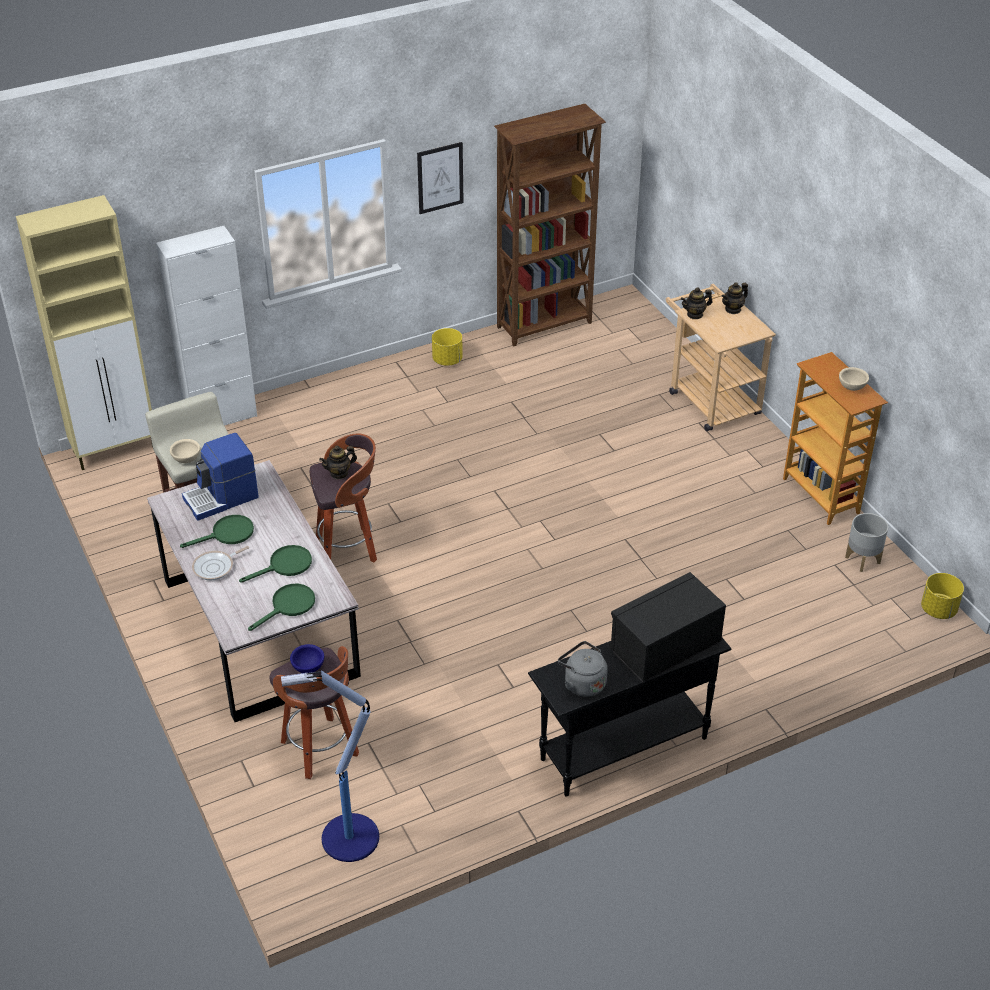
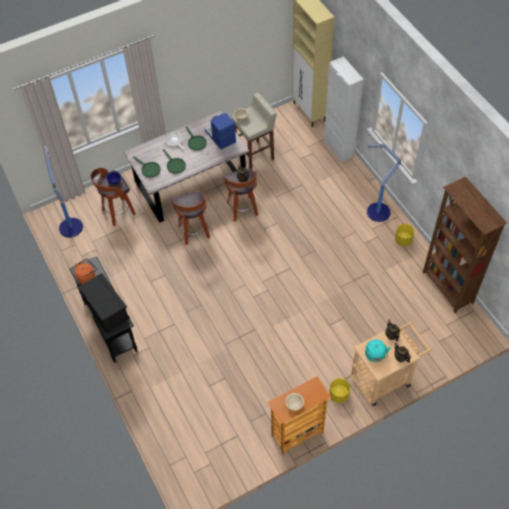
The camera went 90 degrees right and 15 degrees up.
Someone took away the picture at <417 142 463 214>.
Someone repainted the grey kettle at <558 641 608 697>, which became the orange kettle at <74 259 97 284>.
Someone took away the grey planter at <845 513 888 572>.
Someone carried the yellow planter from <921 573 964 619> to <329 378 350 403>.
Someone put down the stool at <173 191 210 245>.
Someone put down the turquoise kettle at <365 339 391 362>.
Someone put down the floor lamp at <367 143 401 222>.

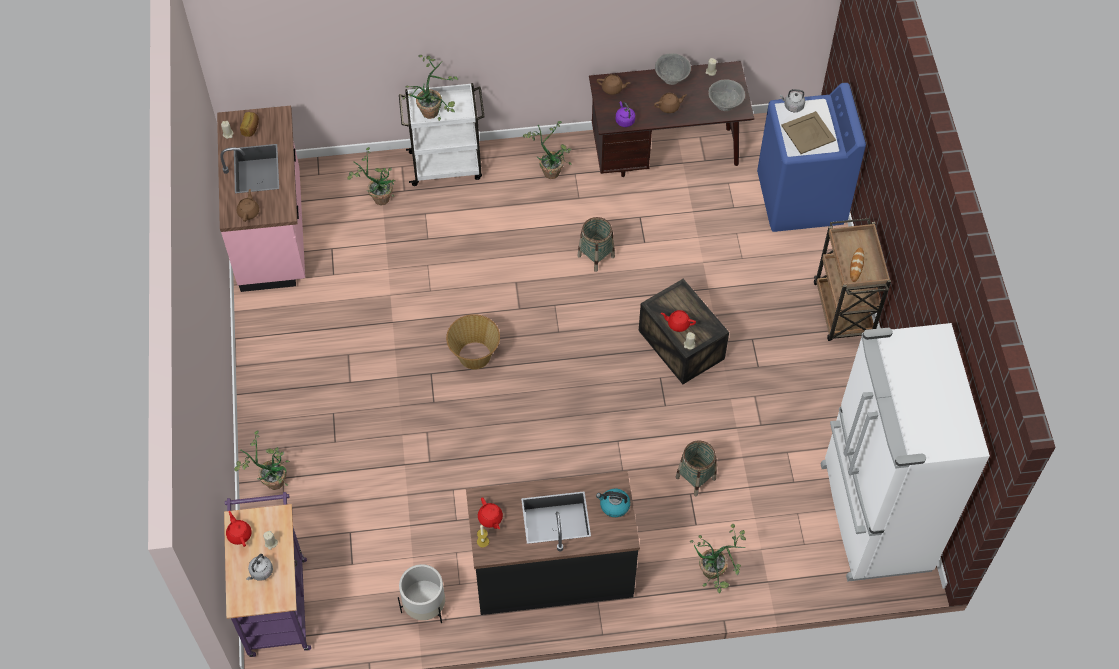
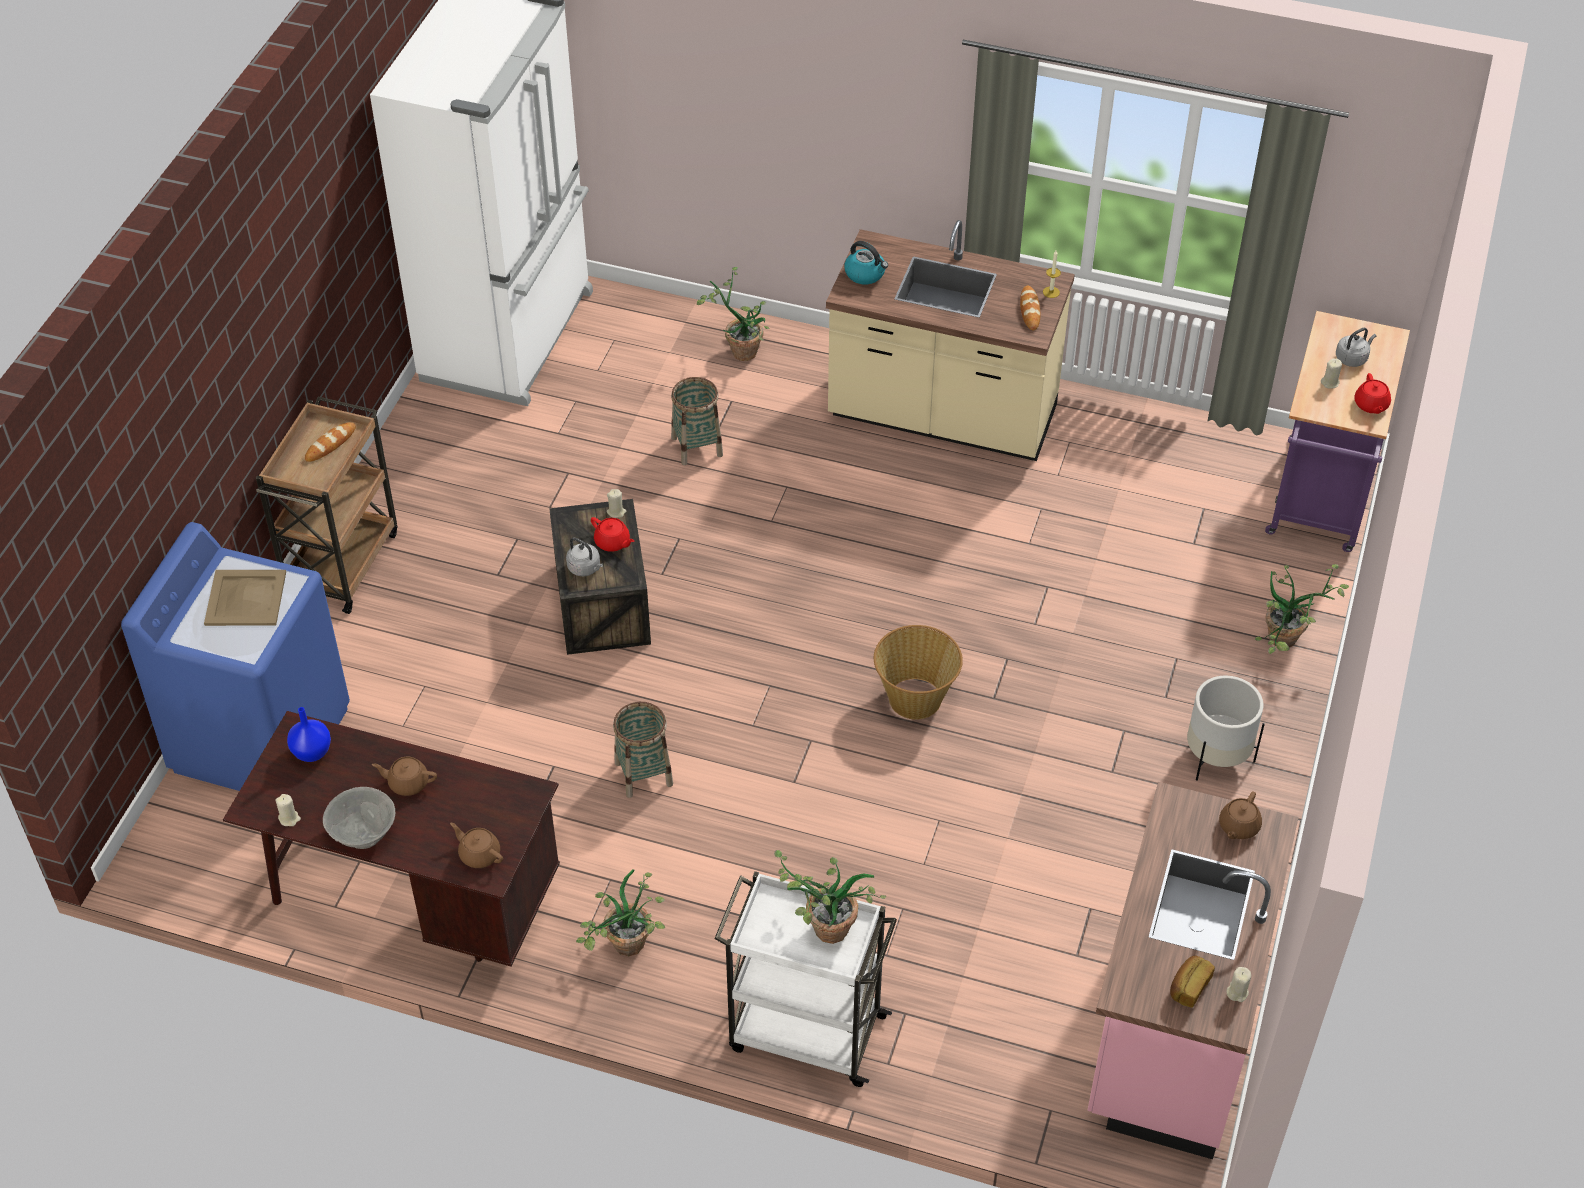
The camera went 155 degrees left and 10 degrees down.
Someone took away the potted plant at <347 147 395 205>.
Someone carried the white planter from <398 564 445 623> to <1187 676 1265 781>.
Someone repainted the black counter at <466 471 640 615>, which became the beige counter at <826 220 1075 461>.
Someone swapped the red teapot at <478 498 503 529> for the bread at <1020 286 1040 331>.
Someone took away the purple kettle at <616 101 635 127>.
Someone swapped the grey bowl at <709 79 745 111> for the blue vase at <287 707 331 762>.
Someone carried the grey kettle from <780 89 805 112> to <566 537 603 576>.

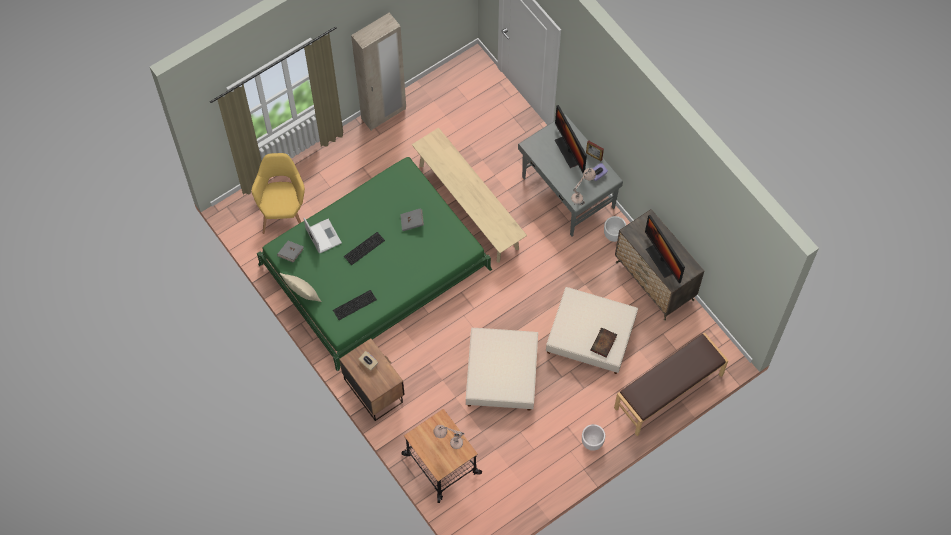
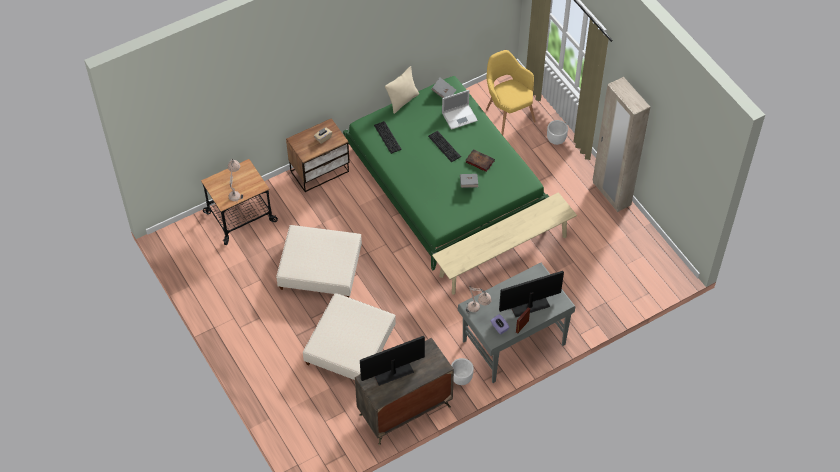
The camera went 95 degrees right and 10 degrees down.
Someone rotated the yellow armchair at <251 153 305 234> by 120 degrees counterclockwise.
Someone carried the white planter from <582 424 605 451> to <547 120 568 145>.
Someone carried the book from <590 328 617 357> to <466 149 495 172>.
Someone took away the brown bench at <614 333 729 436>.

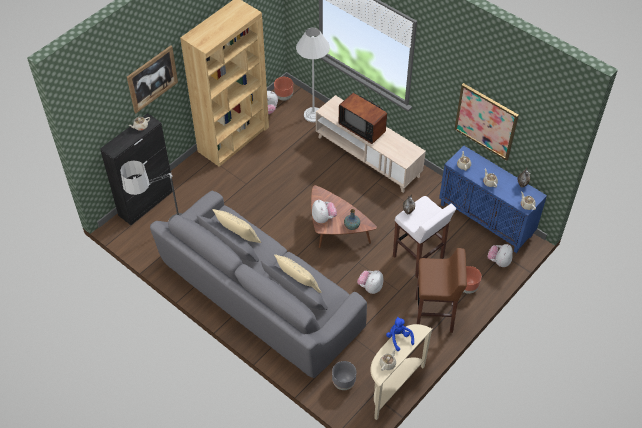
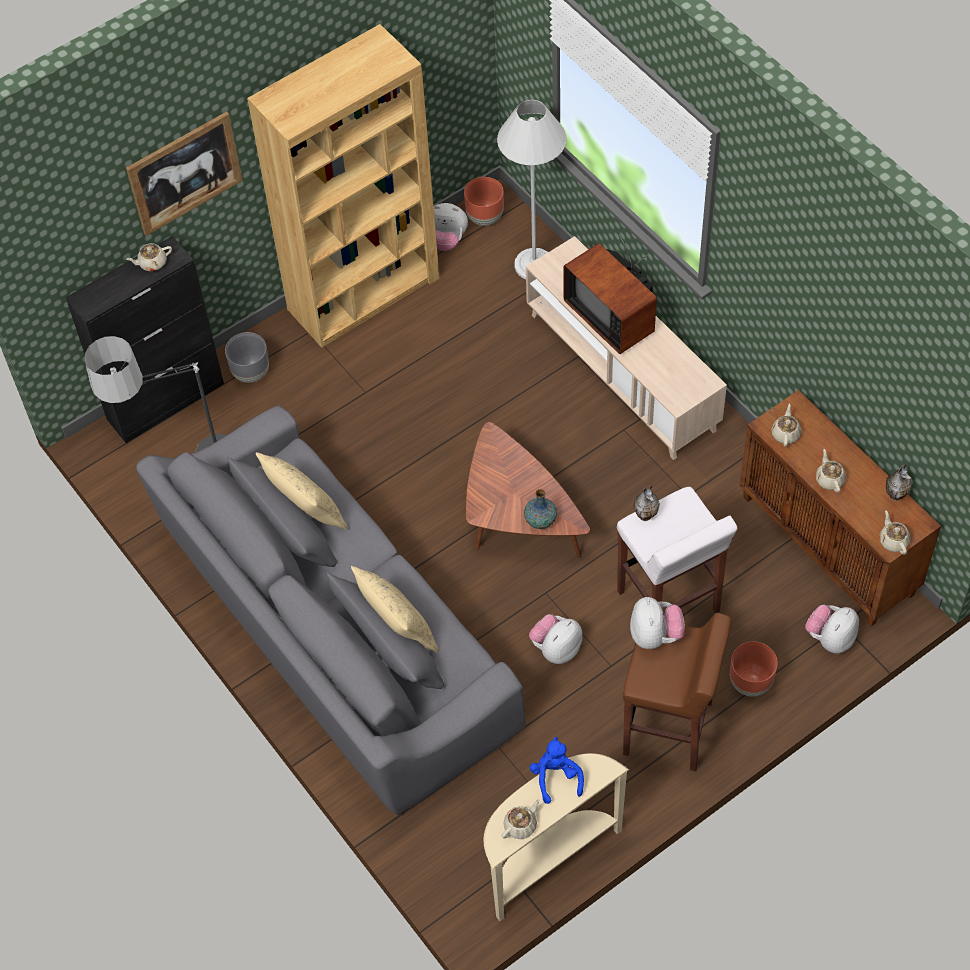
The camera went 15 degrees right and 5 degrees up.
Someone carried the plush toy from <312 199 337 223> to <630 597 685 649>.
Someone carried the grey planter from <332 361 356 390> to <225 332 269 383>.
Someone repainted the blue cabinet at <439 146 547 253>, which became the brown cabinet at <739 390 941 627>.
Someone took away the picture at <454 83 519 161>.

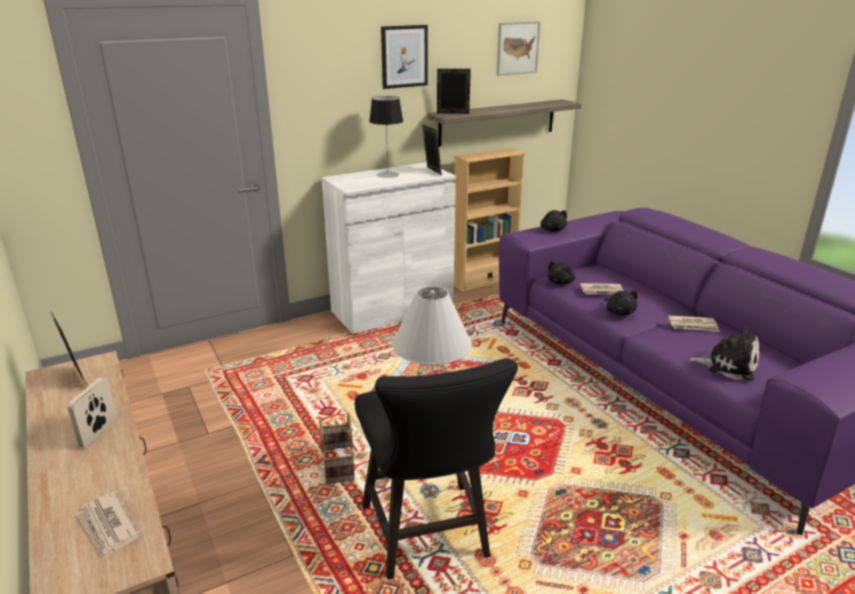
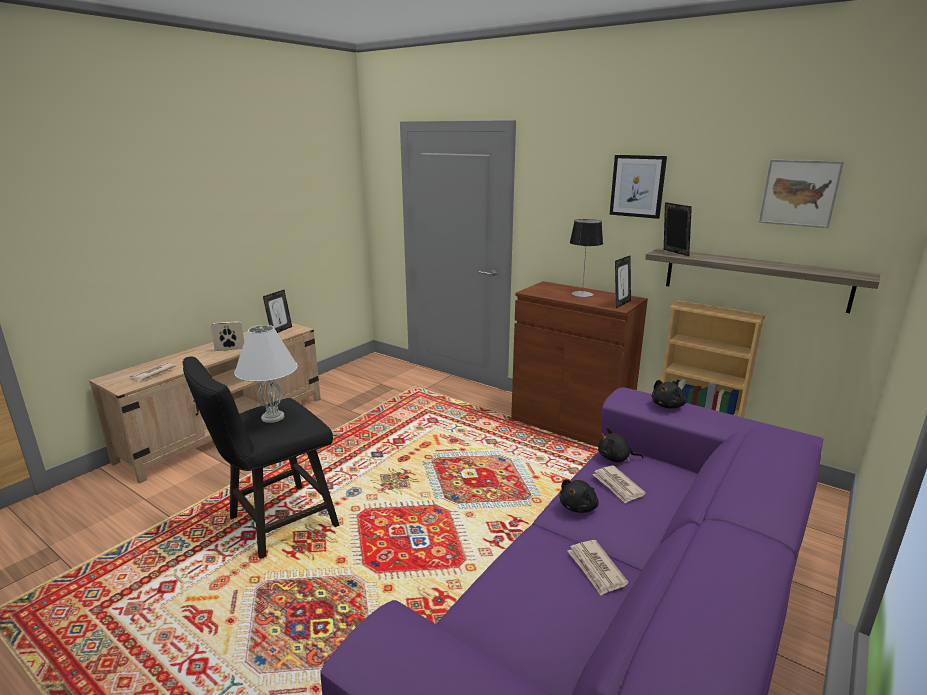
The camera went 65 degrees right and 5 degrees down.
Someone took away the basket at <319 413 355 484>.
Someone repainted the white cabinet at <322 162 456 334>, which became the brown cabinet at <511 281 648 447>.
Someone took away the plush toy at <689 326 759 380>.

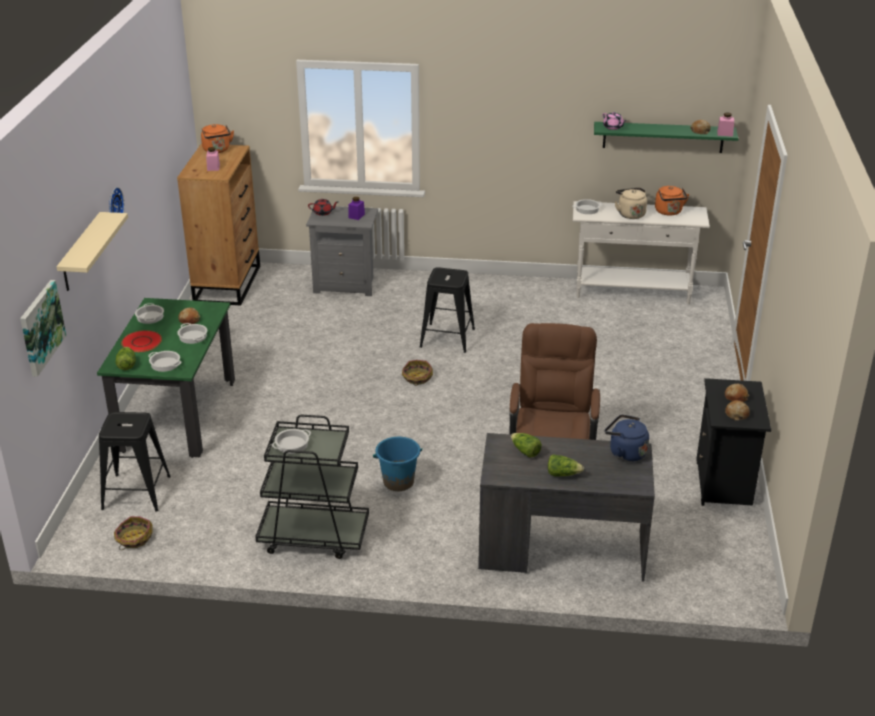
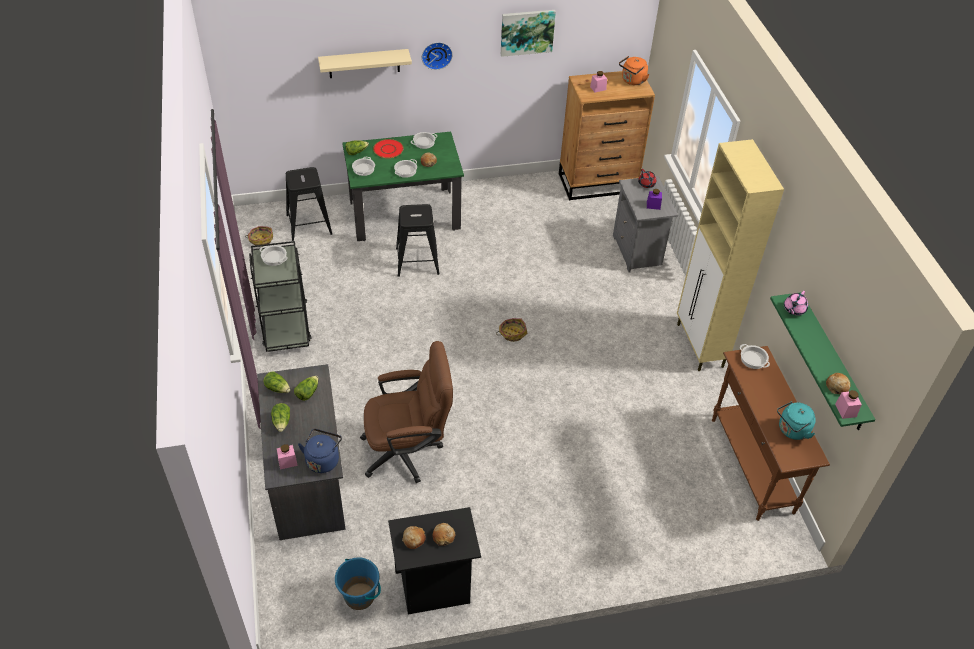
The camera went 70 degrees right and 15 degrees up.
Someone carried the picture from <20 280 66 377> to <501 10 556 57>.
Someone carried the blue bucket from <373 437 423 491> to <335 558 381 610>.
Someone carried the black stool from <420 267 475 353> to <396 204 440 277>.
Someone repainted the white console table at <573 201 710 304>, which became the brown console table at <712 346 830 521>.
Someone took away the beige kettle at <615 188 647 219>.
Someone repainted the orange kettle at <655 186 689 216>, which became the turquoise kettle at <777 401 816 440>.
Someone put down the lettuce at <263 372 290 393>.
Someone put down the pink jar at <277 444 298 470>.
Someone put down the beige cabinet at <677 139 784 371>.

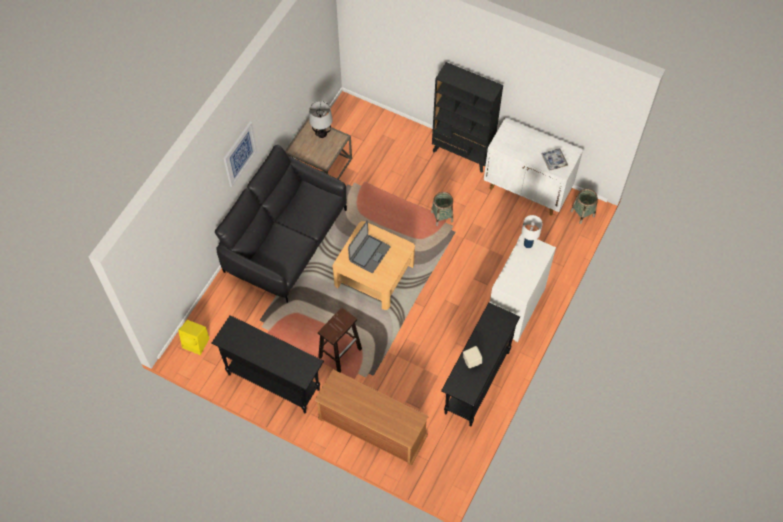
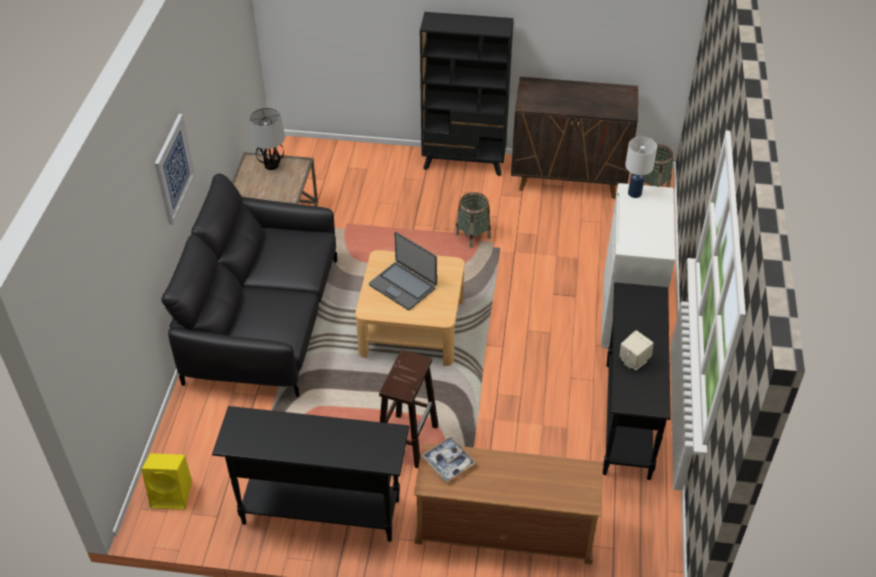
The camera went 20 degrees left and 15 degrees down.
Someone rotated the laptop at <348 221 391 273> by 120 degrees clockwise.
Someone repainted the white cabinet at <484 118 583 216>, which became the brown cabinet at <511 77 638 199>.
Someone carried the tray from <541 148 568 171> to <421 437 476 482>.

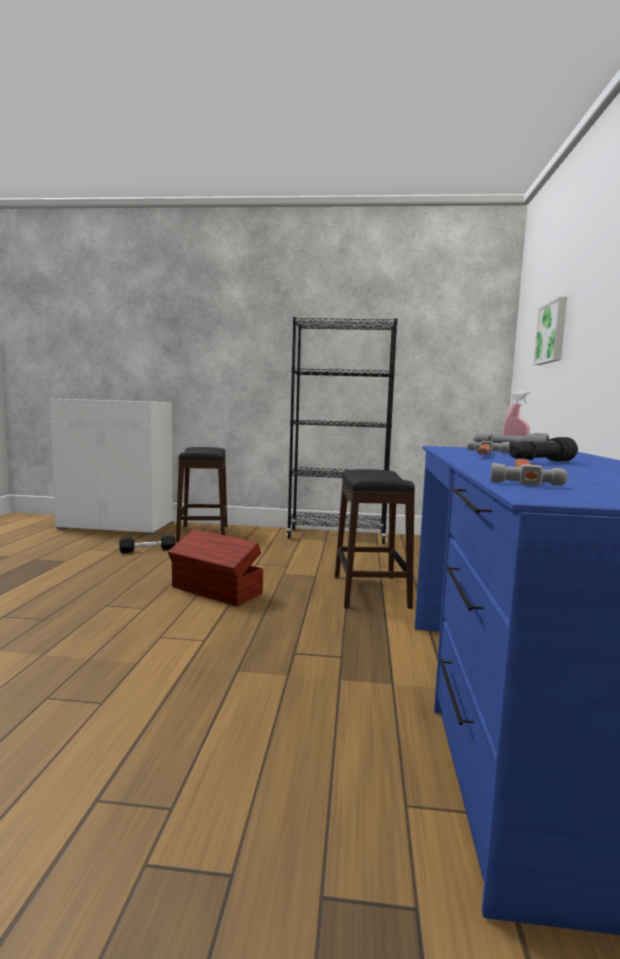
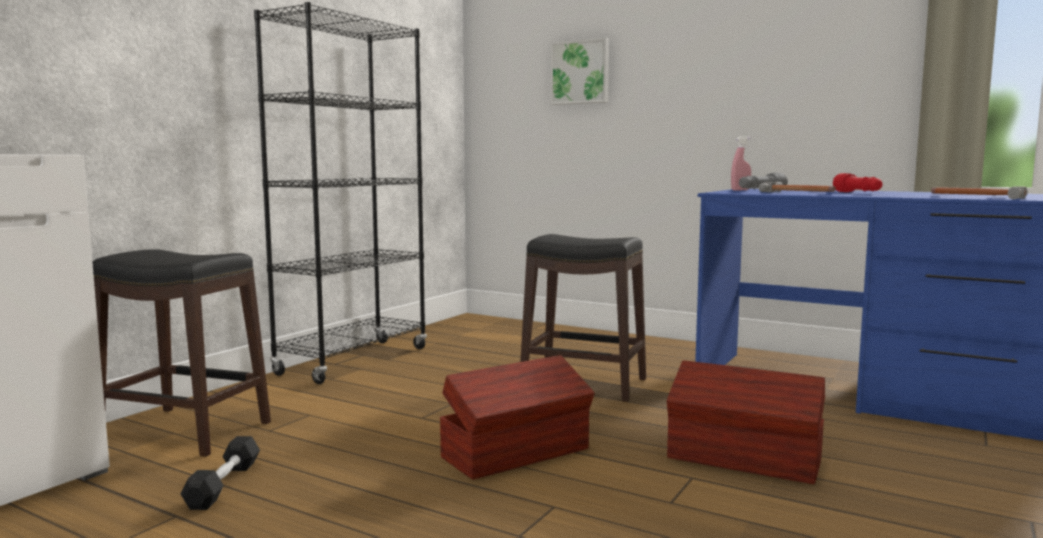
The camera went 65 degrees left and 0 degrees up.
Someone repainted the black flashlight at <509 437 578 462>, which became the red flashlight at <833 173 883 192>.
Someone put down the brown storage box at <667 360 825 484>.

